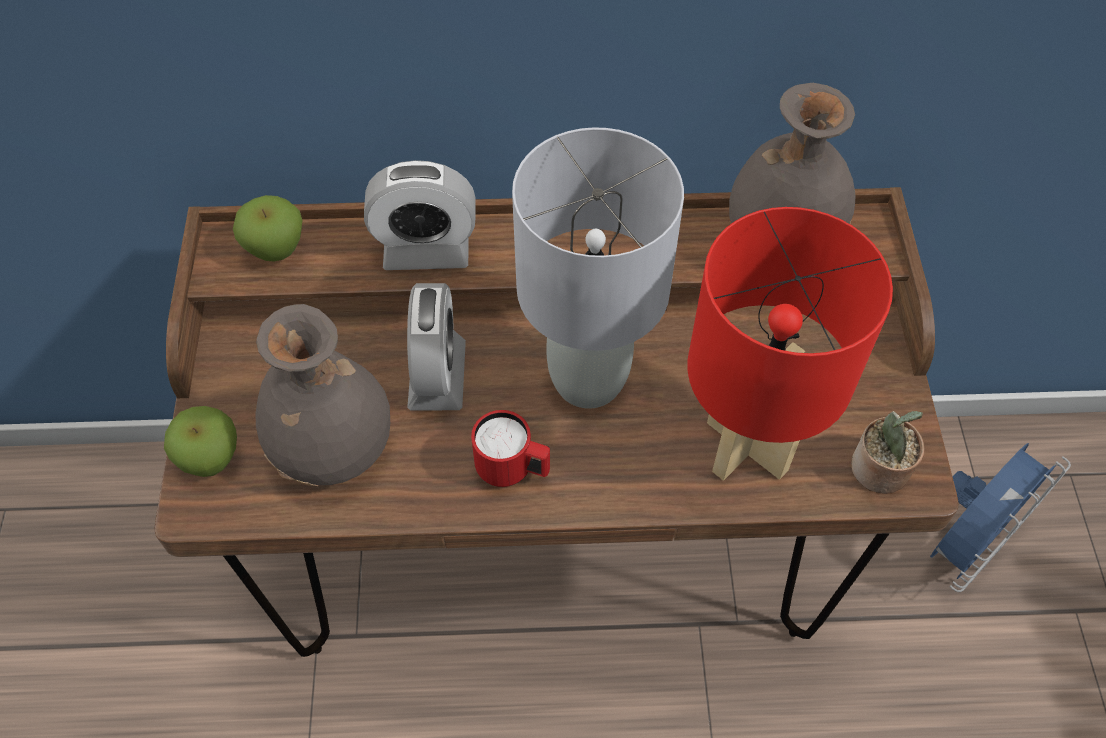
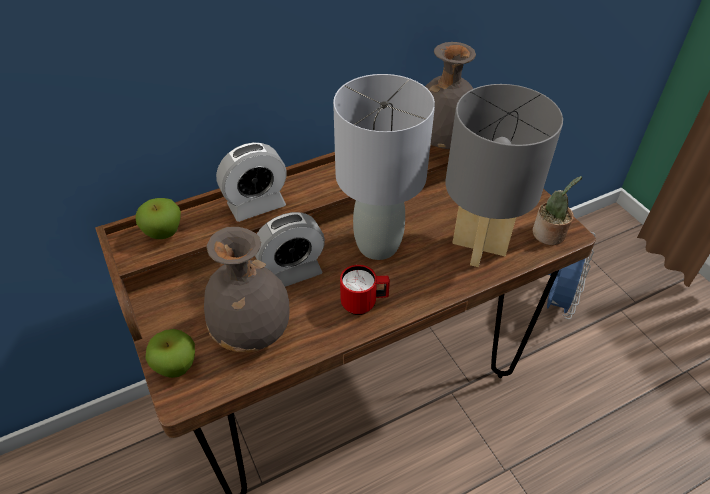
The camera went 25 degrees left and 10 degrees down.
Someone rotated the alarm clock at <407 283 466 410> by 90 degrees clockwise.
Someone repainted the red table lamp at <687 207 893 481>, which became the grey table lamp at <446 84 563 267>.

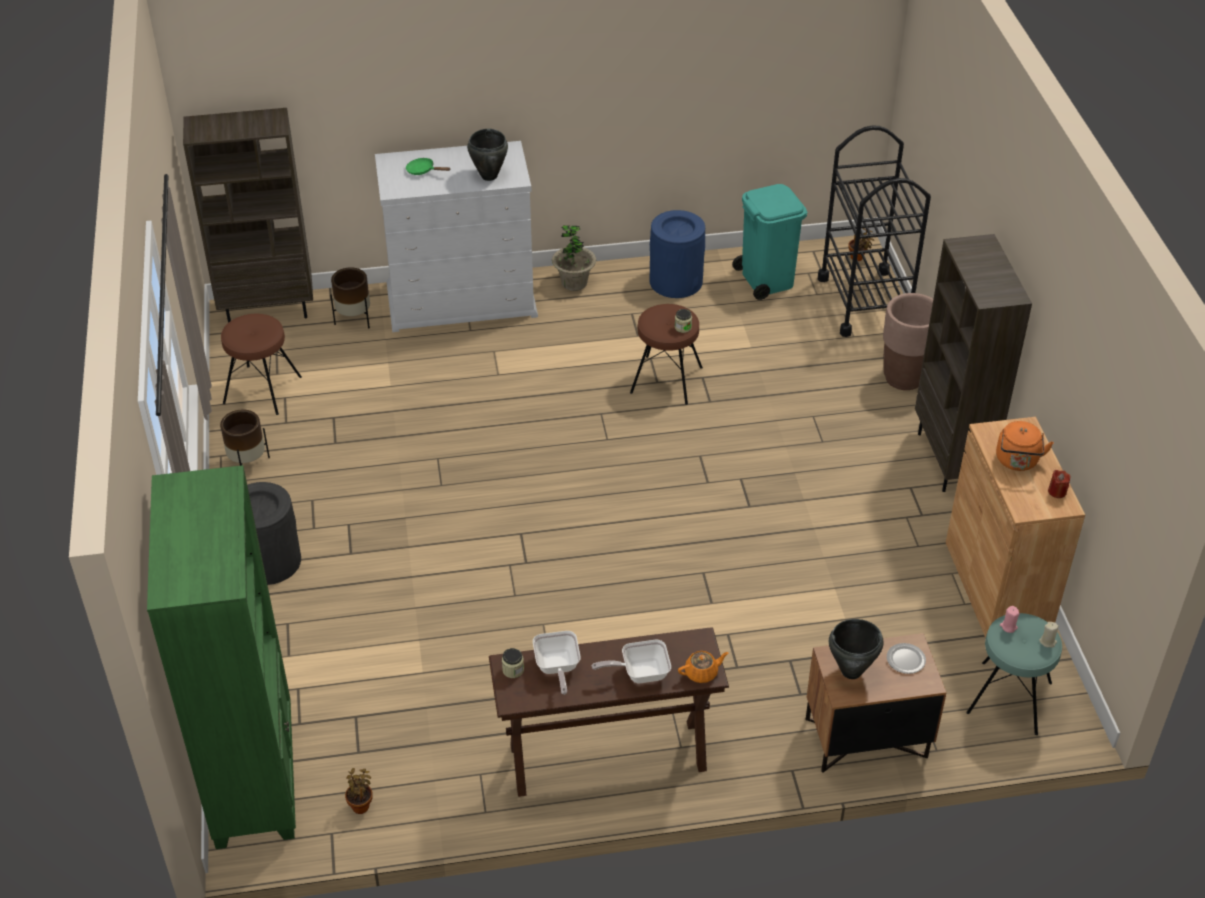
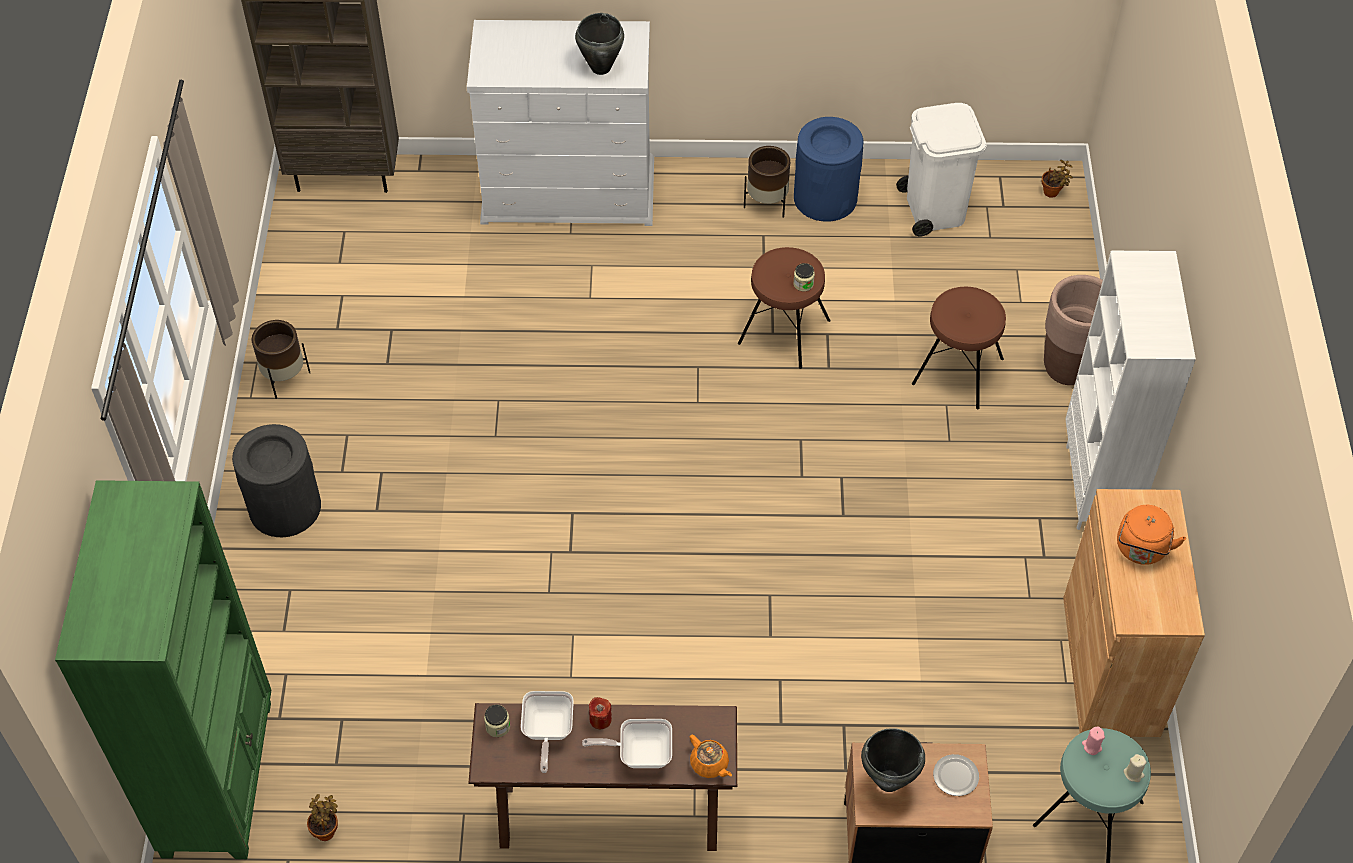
The camera went 10 degrees right and 10 degrees up.
Someone carried the brown stool from <221 314 302 415> to <912 287 1006 409>.
Someone carried the brown planter from <330 267 370 328> to <744 146 790 218>.
Someone took away the green frying pan at <406 158 451 175>.
Someone took away the potted plant at <552 225 596 291>.
Someone rotated the orange teapot at <678 651 729 683> by 60 degrees clockwise.
Someone repainted the turquoise trash can at <732 184 807 300>, which became the white trash can at <896 103 987 236>.
Someone took away the black cart at <818 126 931 337>.
Someone repainted the brown bookcase at <915 234 1032 492>, which became the white bookcase at <1065 251 1196 530>.
Someone carried the red candle from <1048 470 1070 498> to <588 697 612 729>.

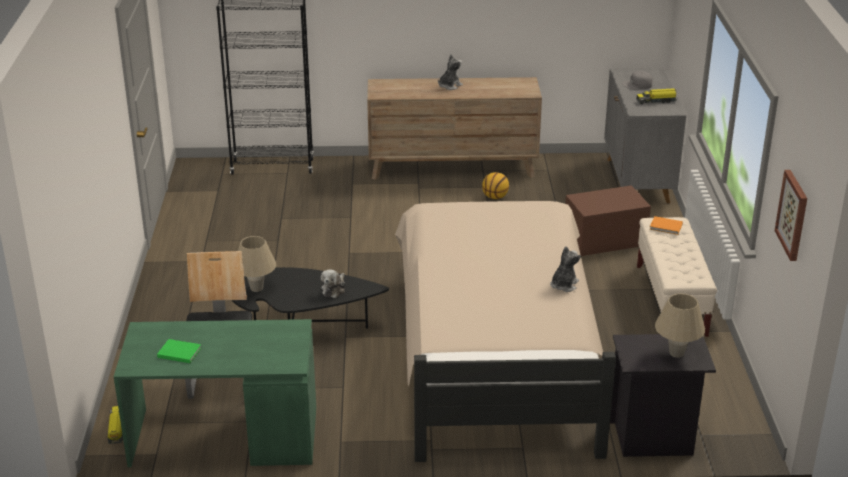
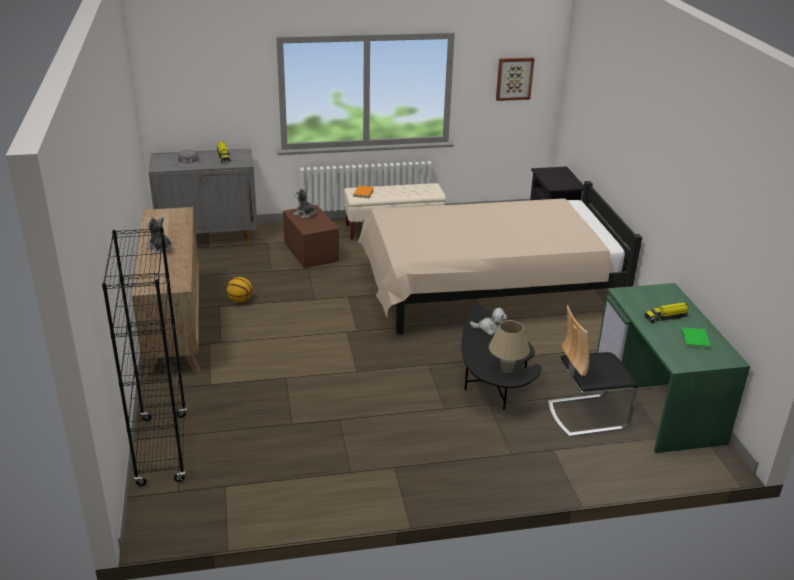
The camera went 100 degrees left and 0 degrees up.
Someone carried the toy truck from <108 406 123 444> to <644 302 688 323>.
Someone carried the plush toy from <550 246 581 292> to <293 188 319 218>.
Someone took away the beige table lamp at <655 293 705 358>.

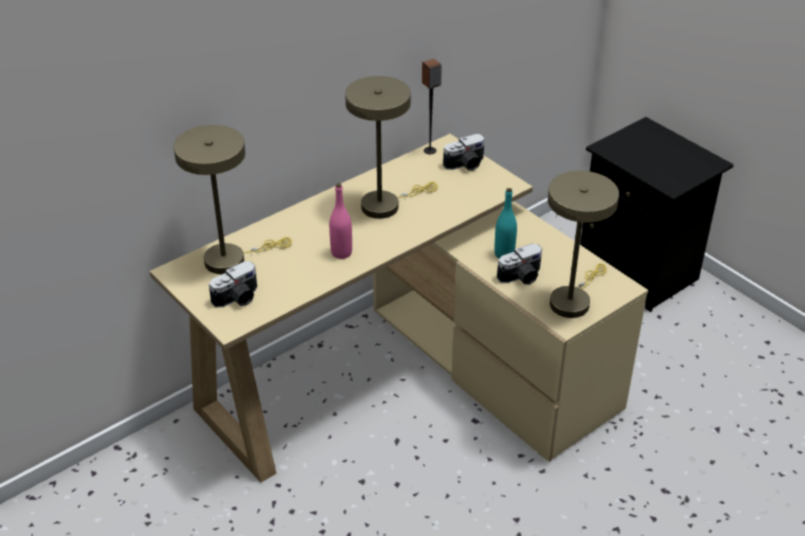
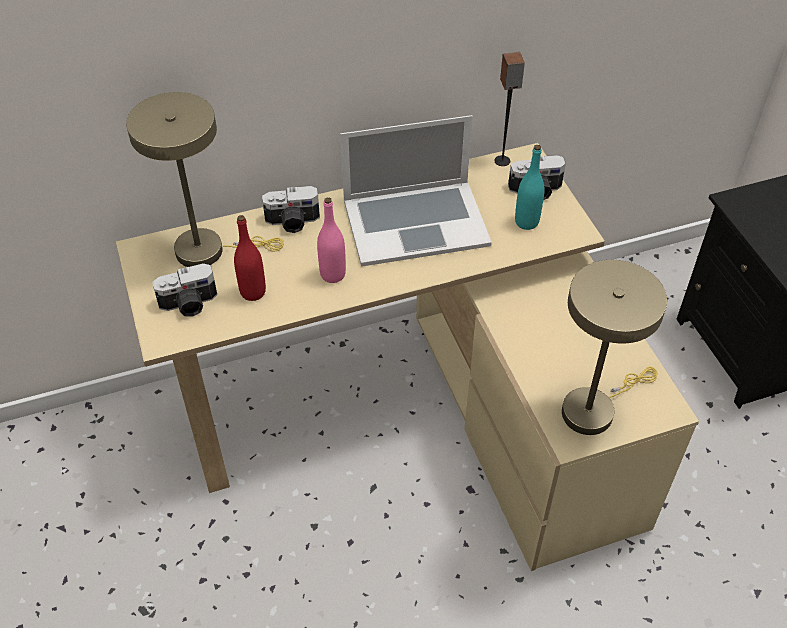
The camera went 20 degrees right and 10 degrees up.
Someone swapped the beige table lamp at <345 76 438 219> for the laptop at <340 115 492 267>.
Someone carried the turquoise bottle from <494 188 517 258> to <515 145 545 230>.
Someone carried the photo camera from <497 244 542 285> to <262 186 320 233>.
Someone put down the red bottle at <234 215 266 301>.

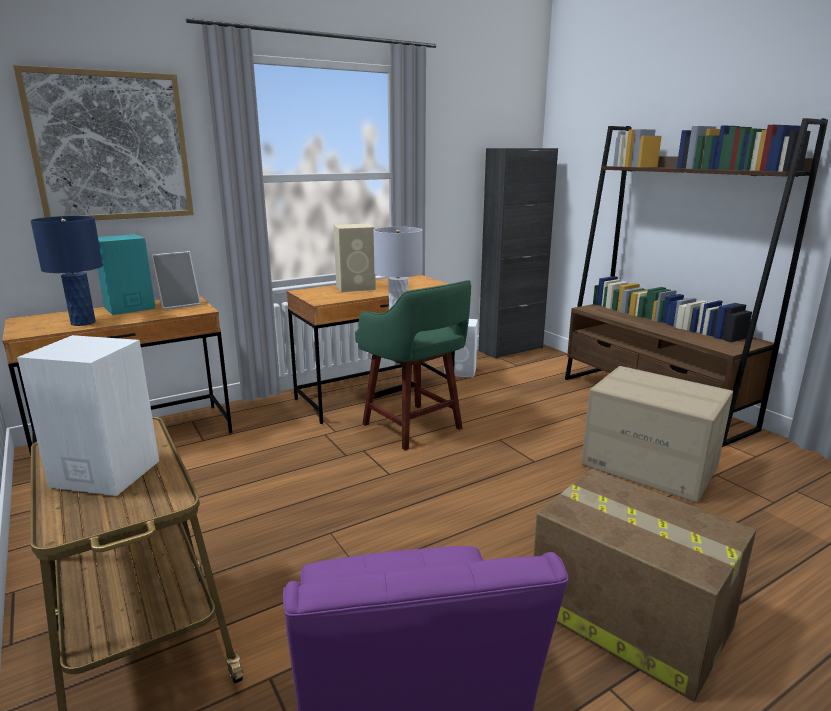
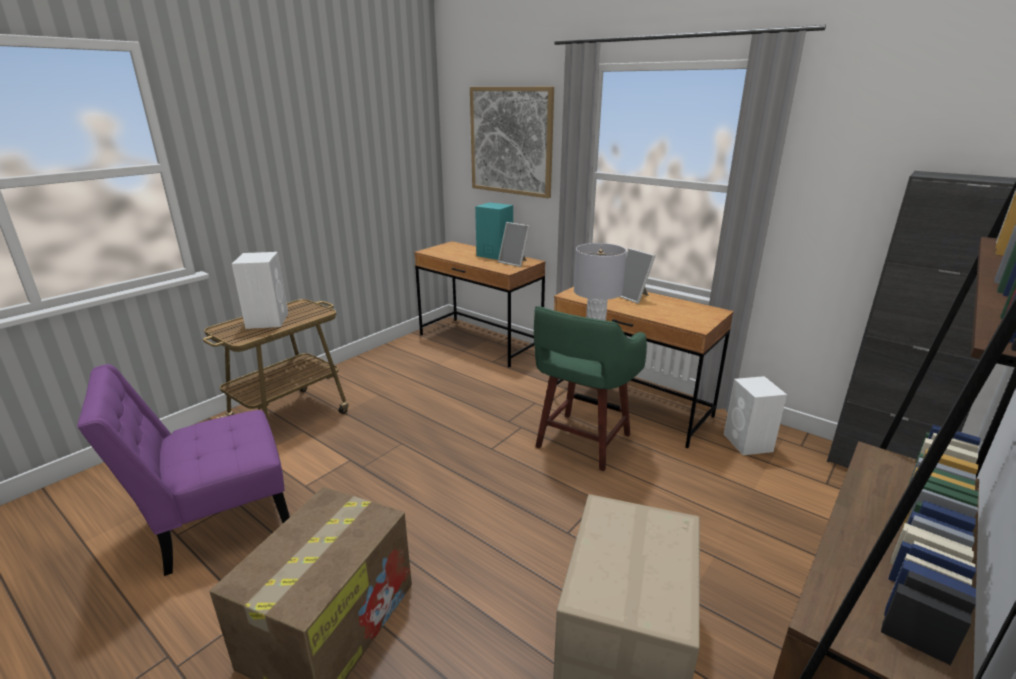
The camera went 70 degrees right and 5 degrees up.
Someone took away the blue table lamp at <30 216 103 326>.
Someone swapped the beige speaker at <334 224 376 292> for the picture frame at <620 248 655 304>.

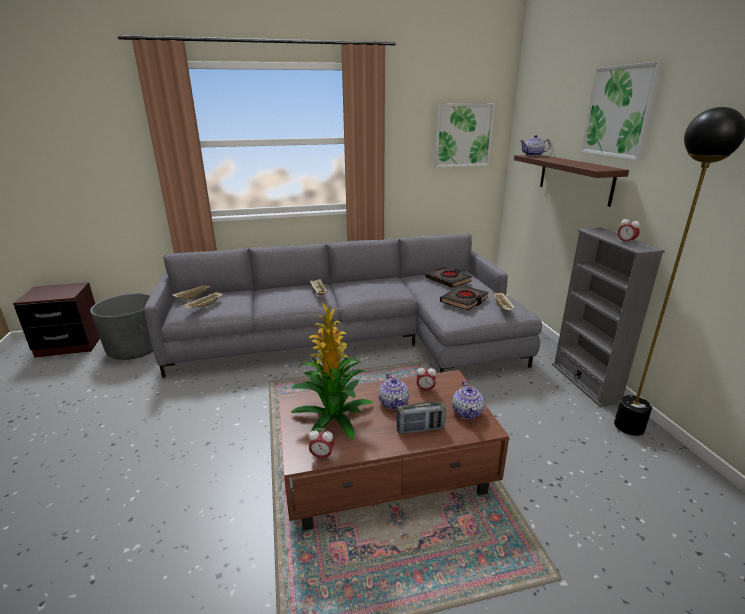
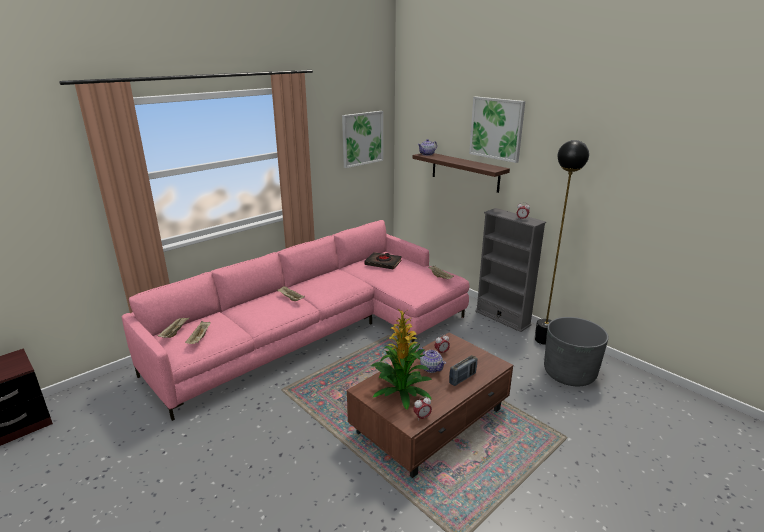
The camera went 30 degrees left and 0 degrees up.
Someone carried the grey planter from <90 293 153 360> to <544 317 609 386>.
Someone repainted the grey sofa at <144 233 542 378>, which became the pink sofa at <122 220 469 421>.
Someone took away the black book at <440 285 489 310>.
Someone took away the teapot at <452 381 484 420>.

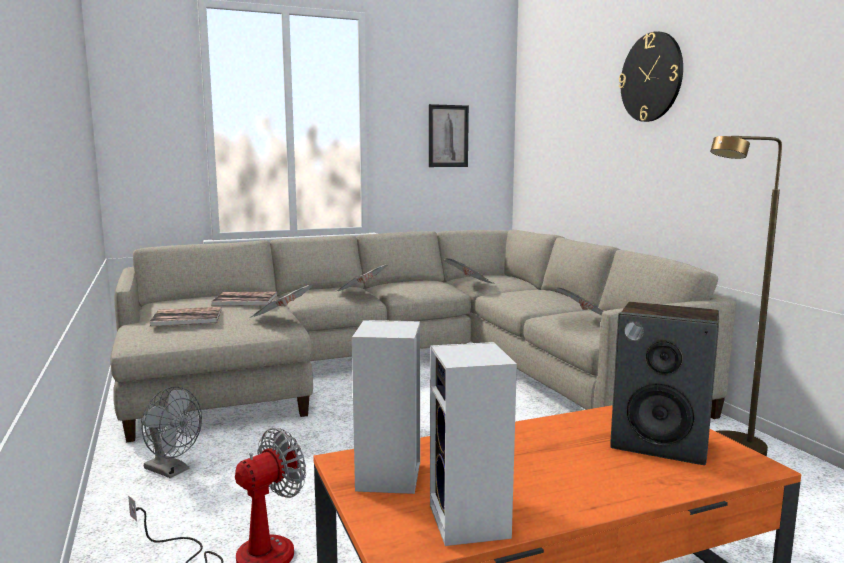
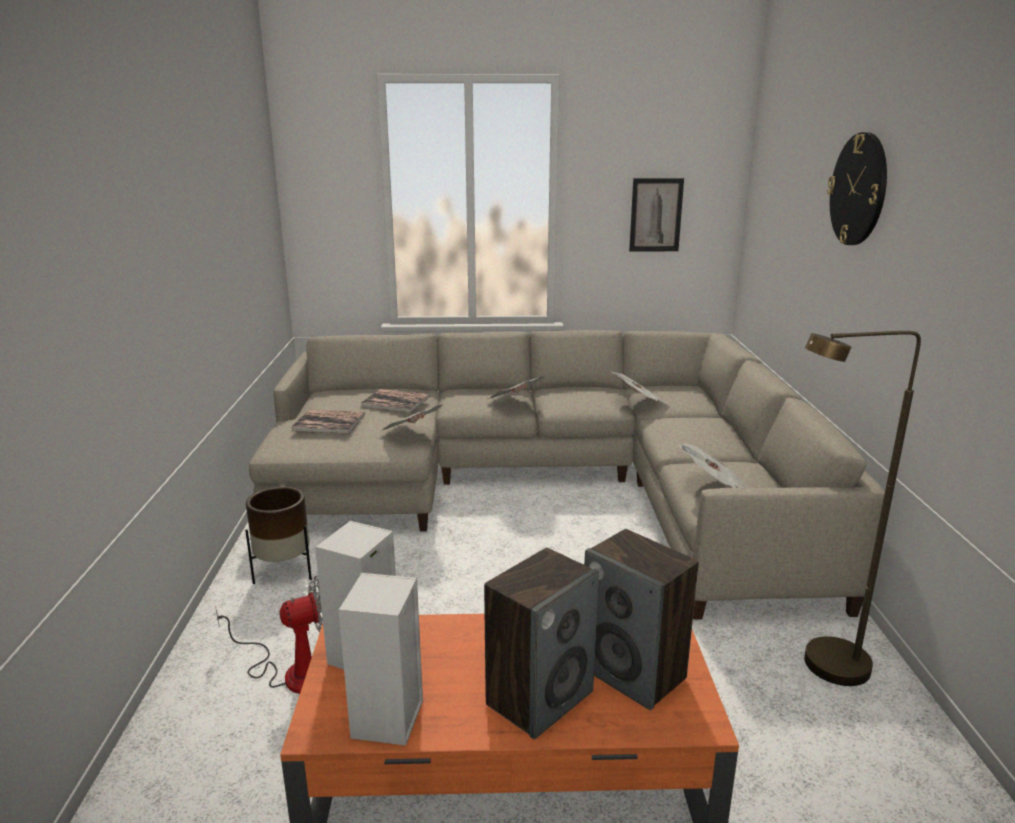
The camera went 20 degrees right and 10 degrees up.
Someone swapped the grey fan at <141 387 202 478> for the brown planter at <245 486 312 584>.
Someone put down the speaker at <484 548 599 739>.

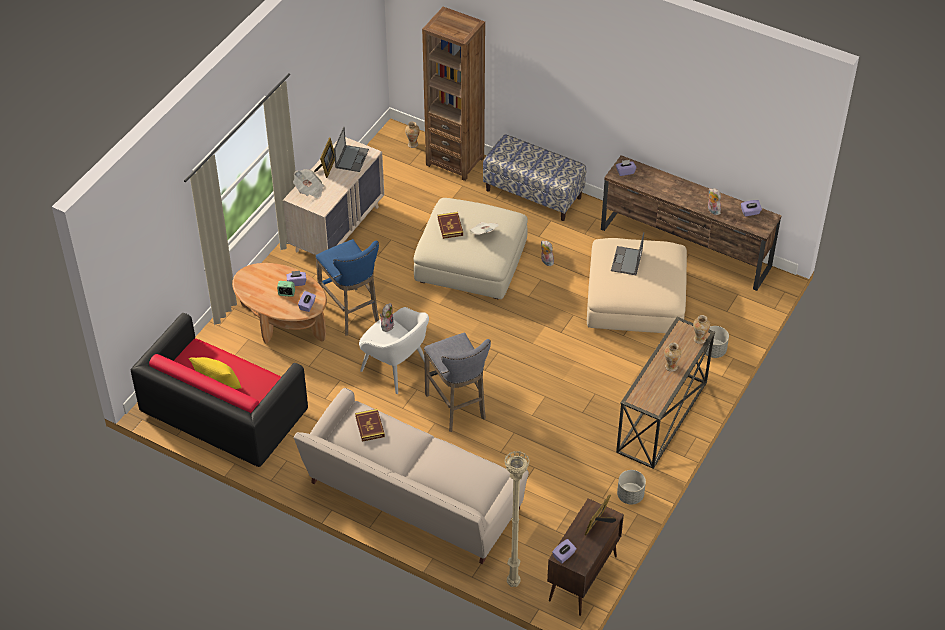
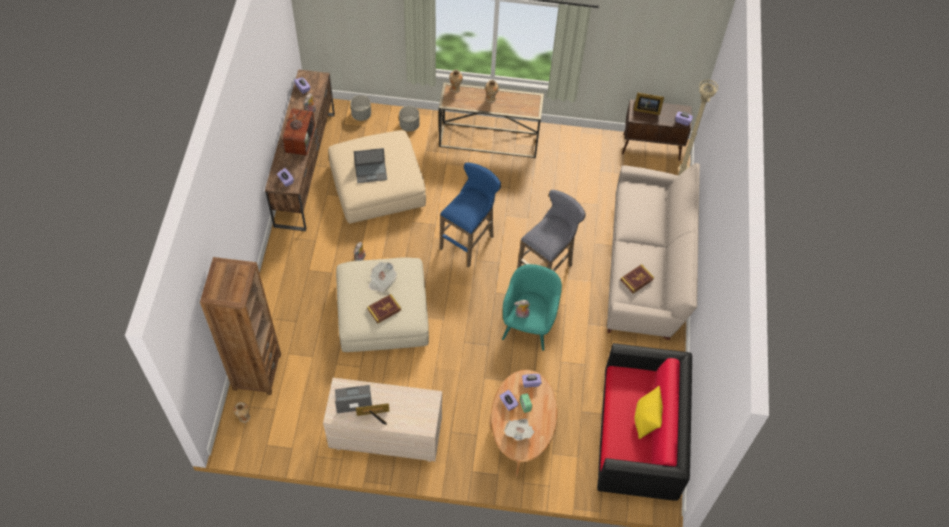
The camera went 115 degrees left and 10 degrees up.
Someone carried the newspaper from <293 169 325 199> to <504 419 534 440>.
Someone carried the blue stool from <315 239 379 336> to <440 163 501 268>.
Someone repainted the white armchair at <359 307 429 394>, which became the turquoise armchair at <502 264 562 351>.
Someone took away the bench at <483 134 586 221>.
Someone carried the grey planter from <617 470 646 505> to <350 95 371 121>.
Someone put down the television at <282 103 315 155>.

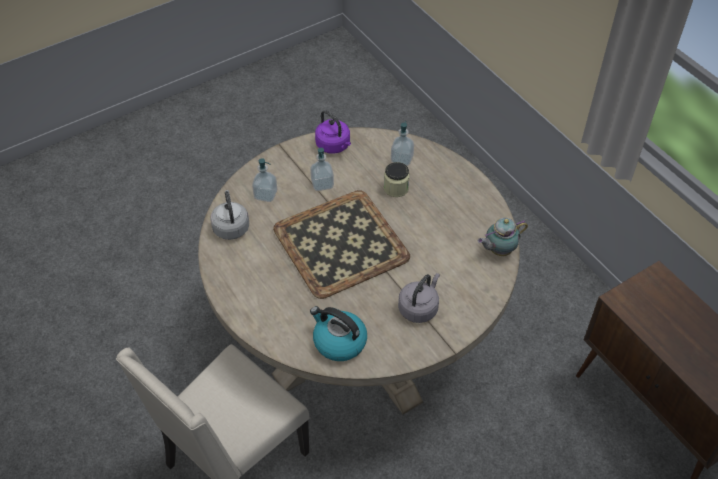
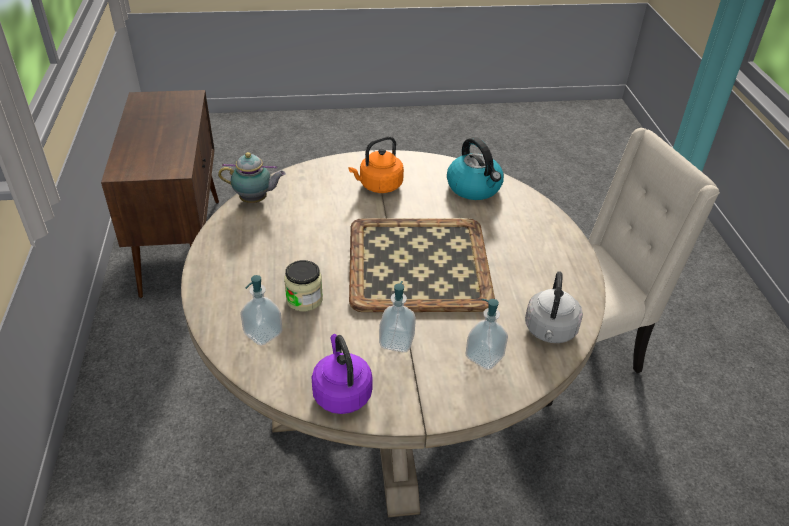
The camera went 155 degrees left and 10 degrees down.
Someone repainted the grey kettle at <398 273 440 323>, which became the orange kettle at <348 136 404 193>.

